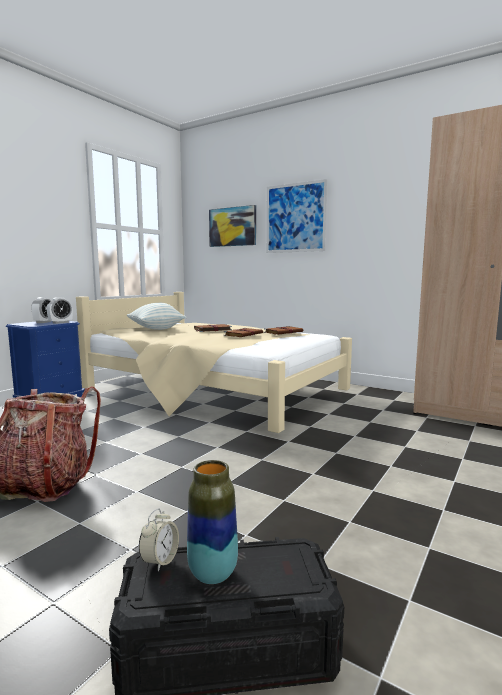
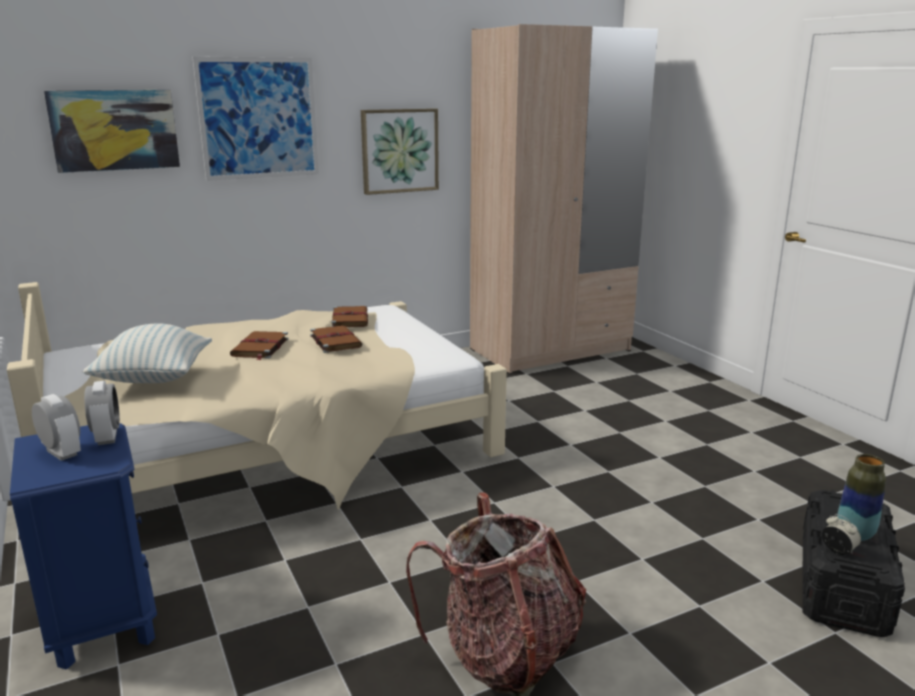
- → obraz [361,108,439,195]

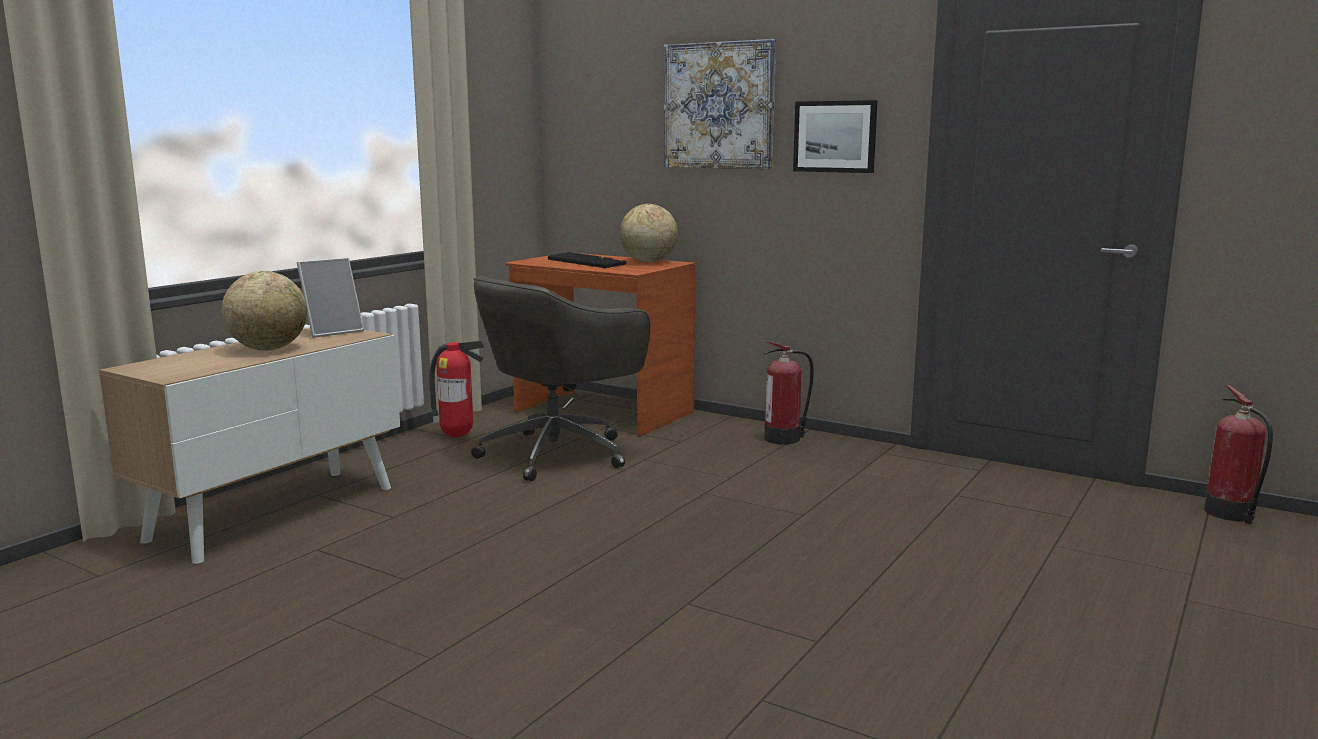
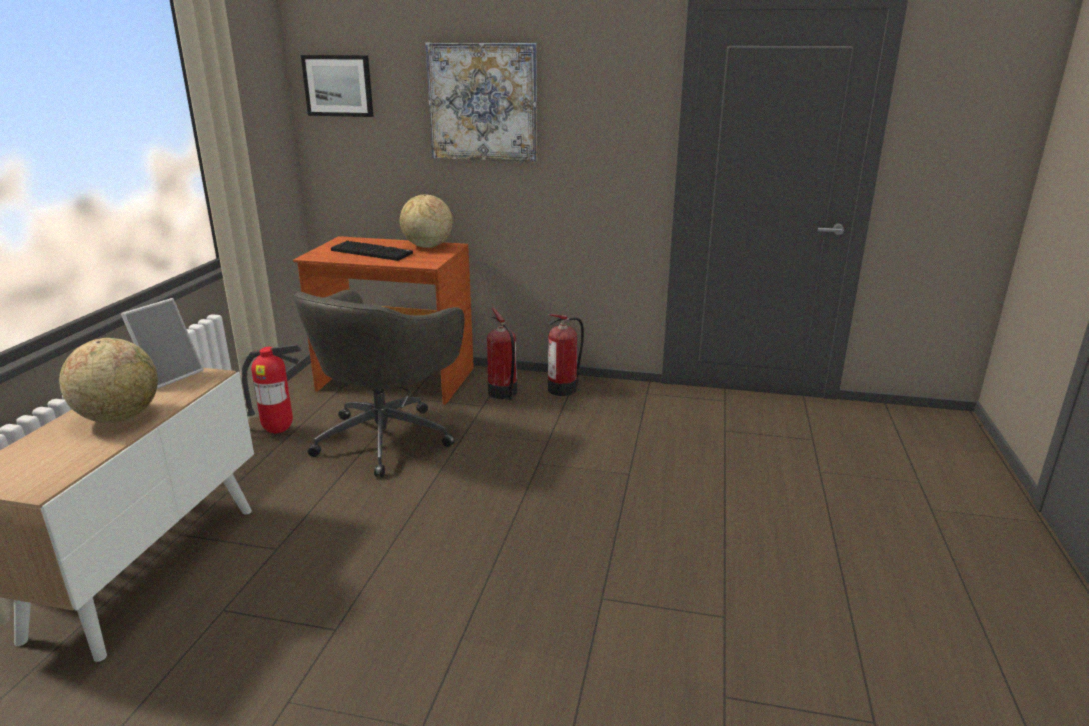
obraz [793,100,878,173] → obraz [301,55,374,117], shifted
gaśnica [1204,385,1273,524] → gaśnica [487,307,517,400], shifted

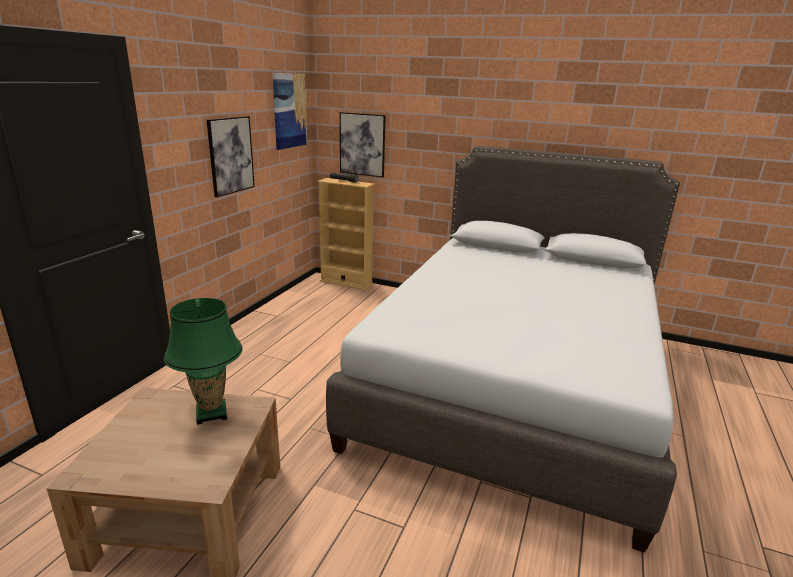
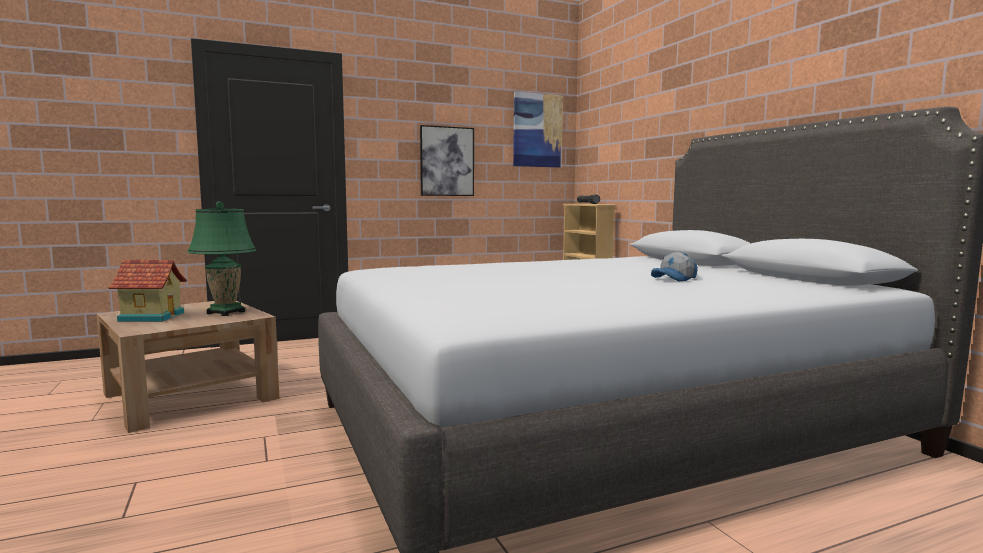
obraz [340,112,386,177] → -
- → domek [109,260,187,322]
- → czapka z daszkiem [651,252,698,281]

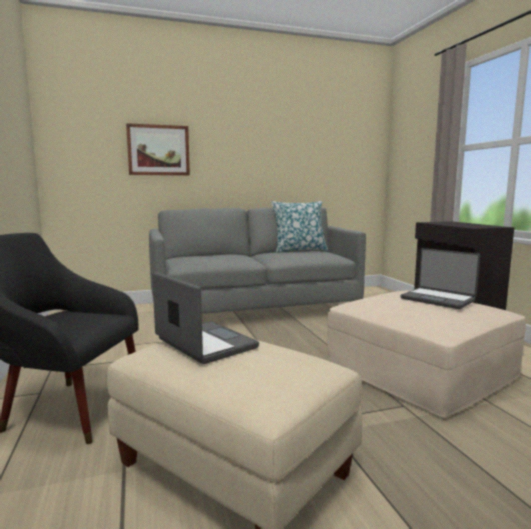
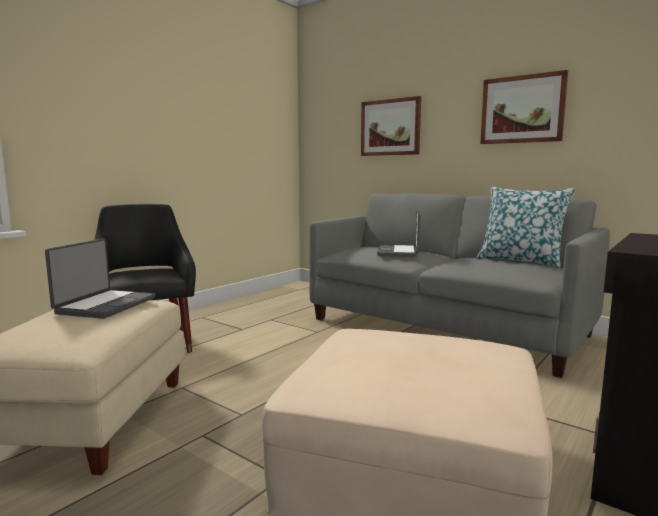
laptop [400,248,480,309] → laptop [377,210,421,257], shifted
- → obraz [480,70,568,144]

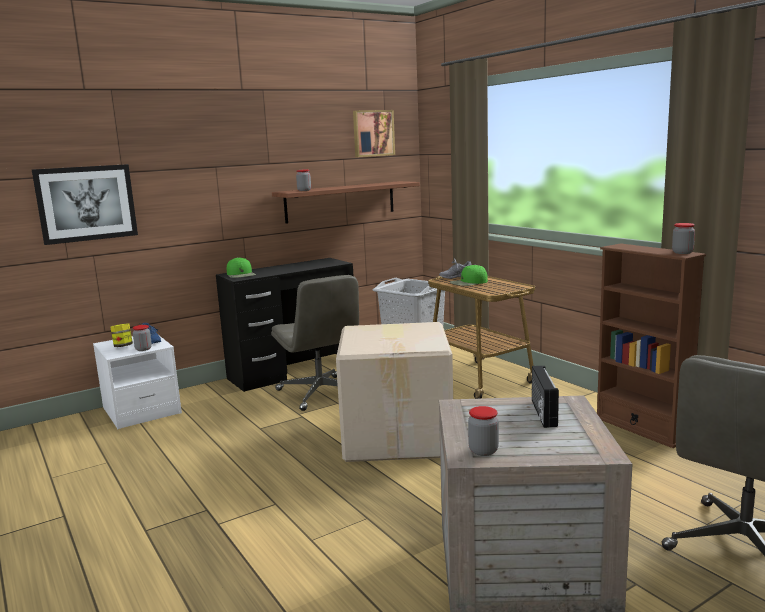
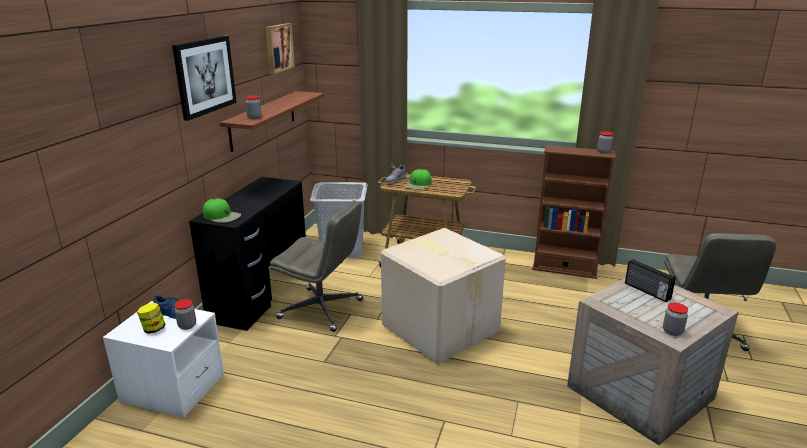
obraz [32,164,138,245] → obraz [172,36,237,121], shifted

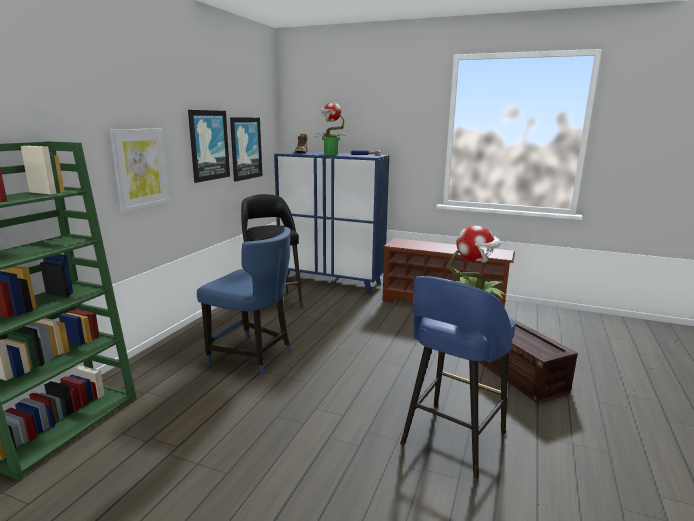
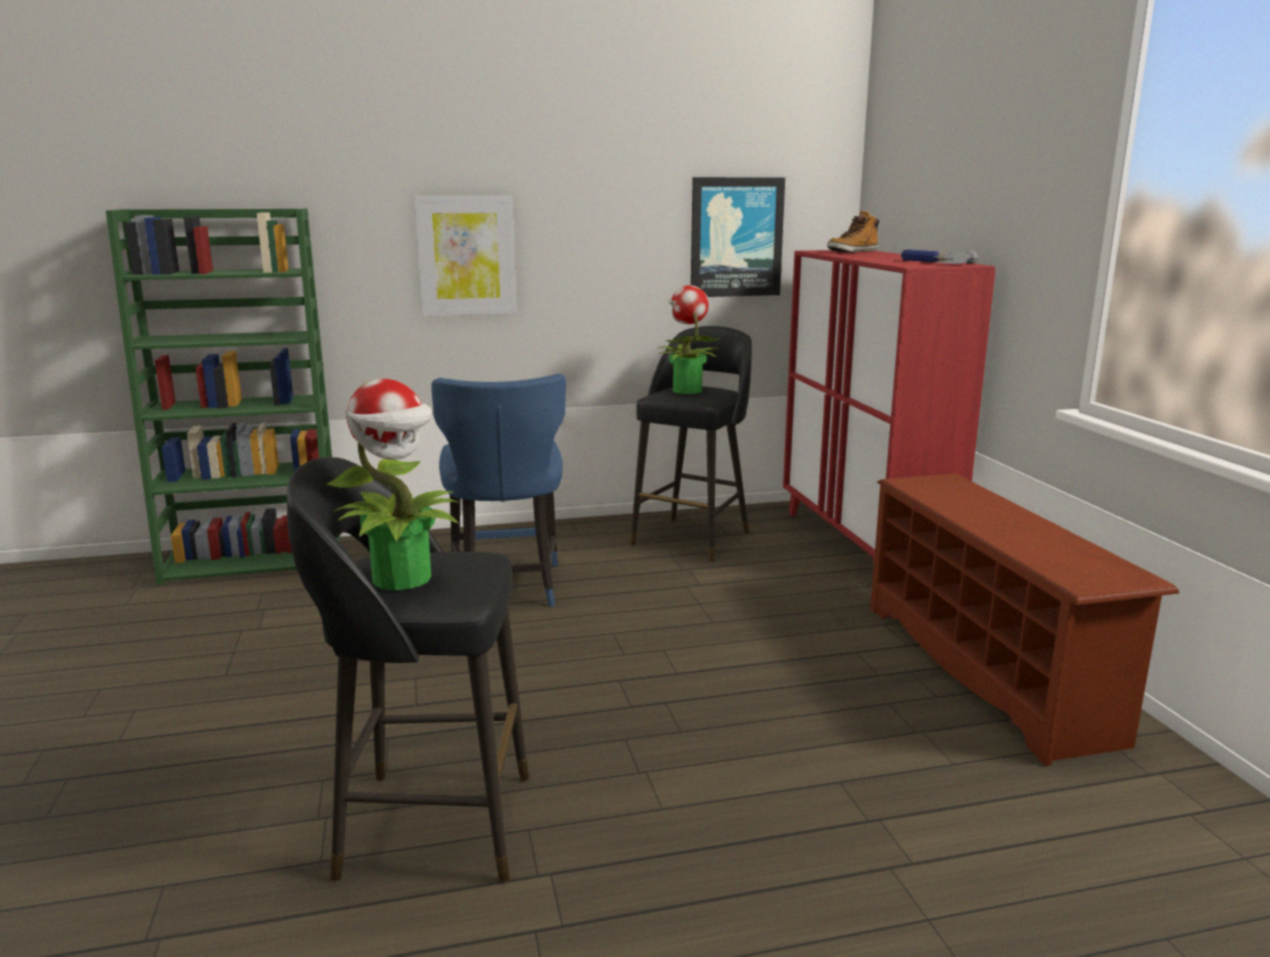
obraz [188,110,230,183] → -
szafka (niebieski) [274,151,389,294] → szafka (czerwony) [783,250,995,563]
roślina doniczkowa [314,102,344,155] → roślina doniczkowa [657,285,720,394], shifted
stołek (niebieski) [400,276,515,479] → stołek (czarny) [287,457,529,883]
skrzynka [478,318,578,403] → -

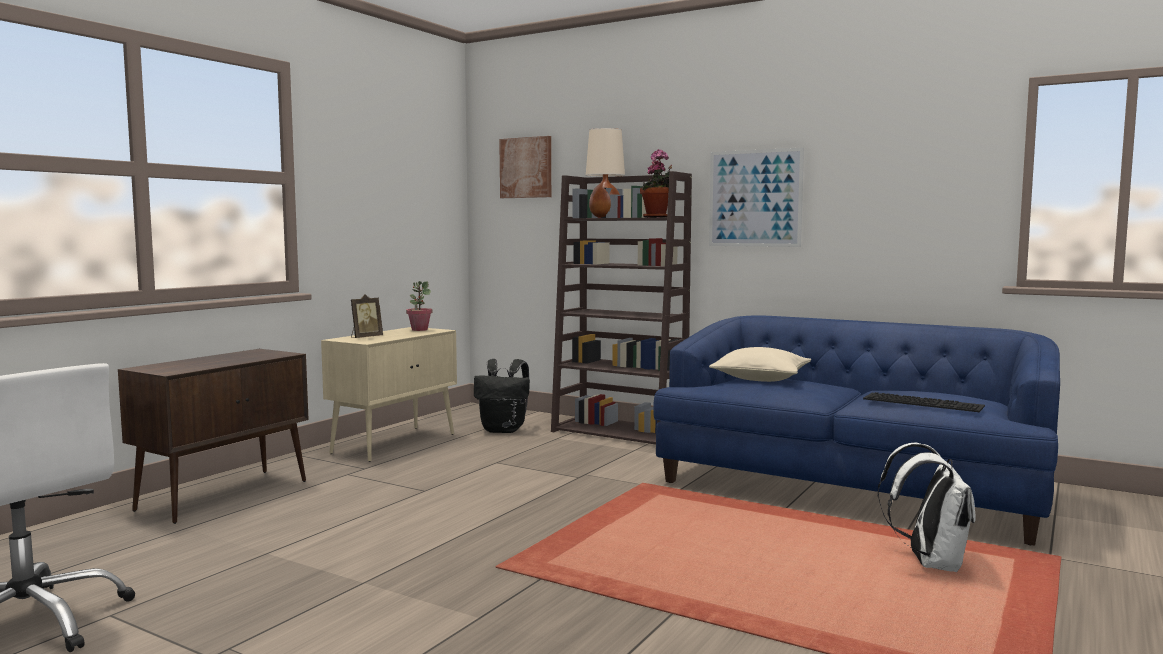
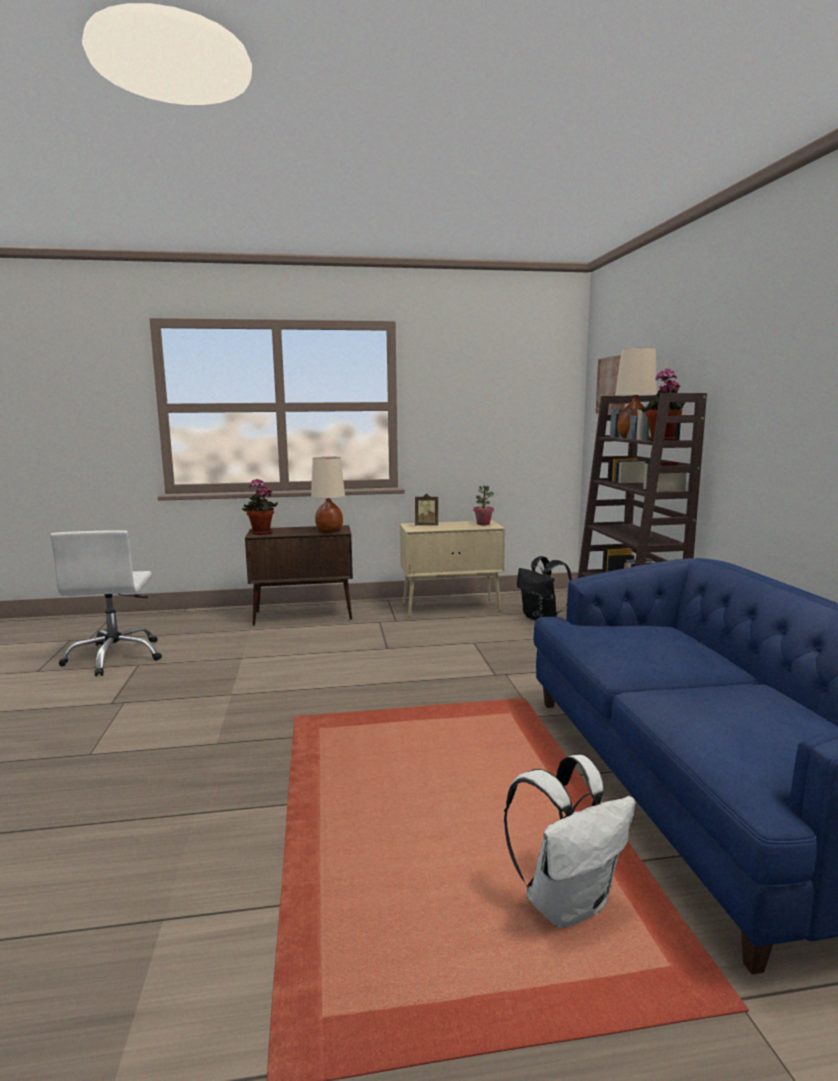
obraz [709,148,804,247] → -
poduszka (beżowy) [709,347,811,382] → -
klawiatura [863,392,985,412] → -
- → roślina doniczkowa [242,479,278,535]
- → lampa stołowa (beżowy) [311,457,345,533]

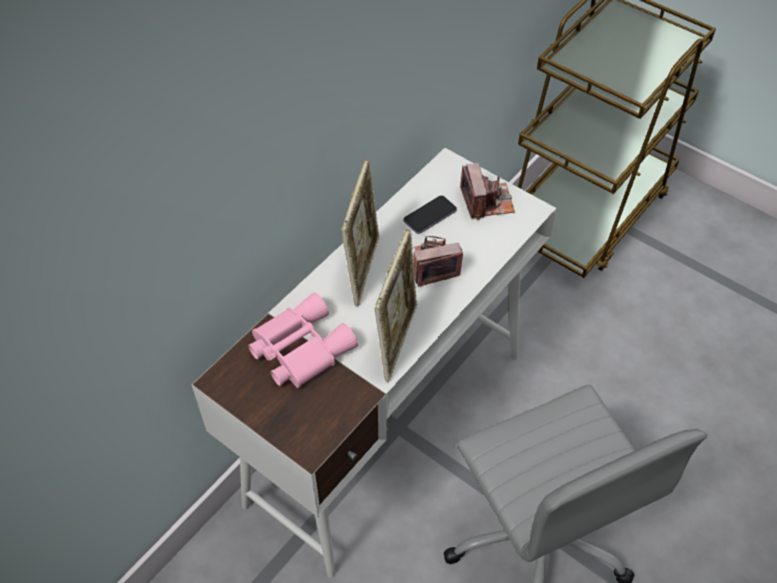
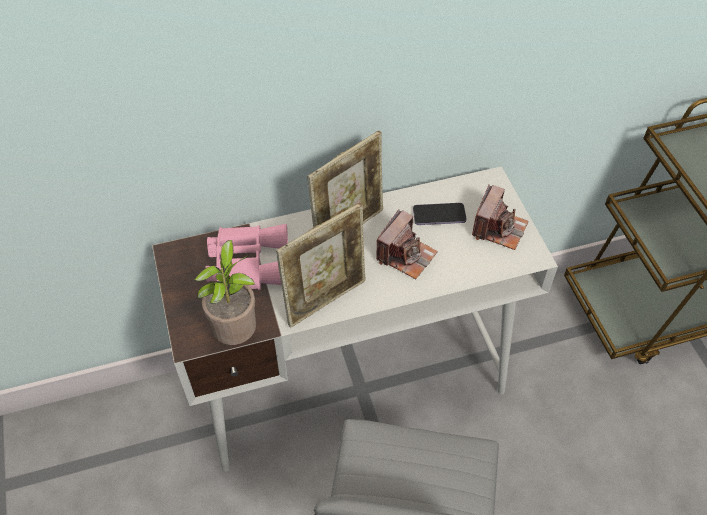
aparat fotograficzny [412,236,463,287] → aparat fotograficzny [376,209,438,279], 105 degrees clockwise
- → roślina doniczkowa [194,240,256,345]

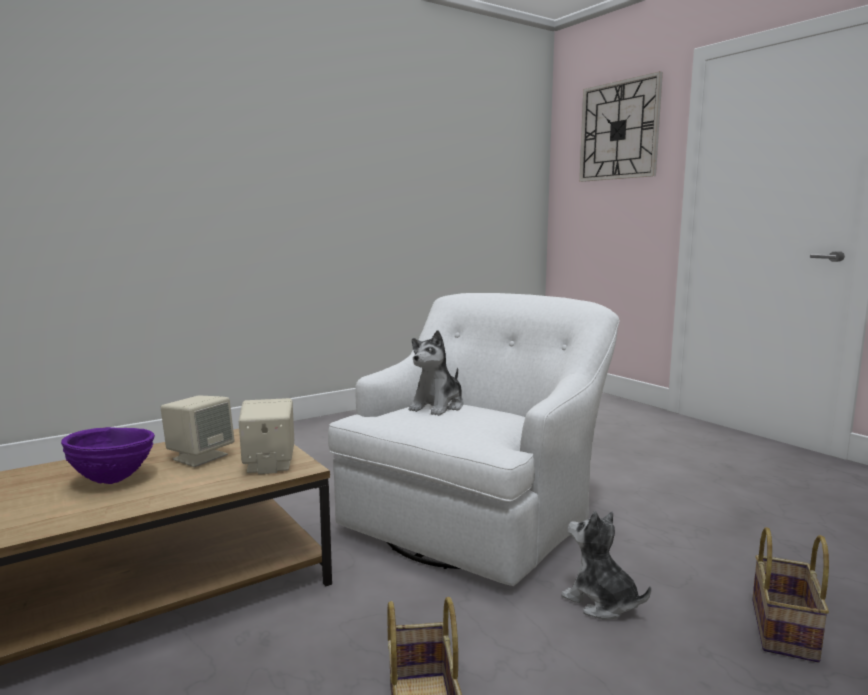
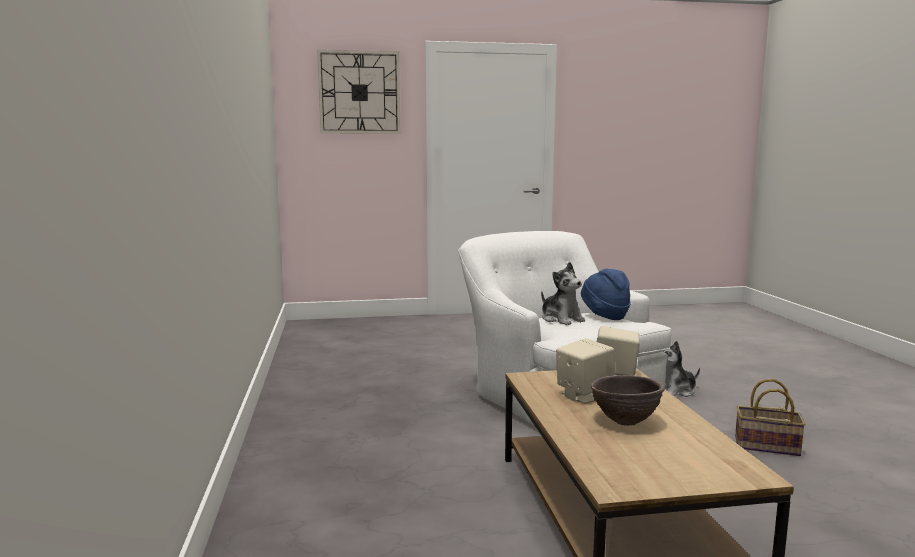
miska (fioletowy) [61,427,155,484] → miska (brązowy) [591,375,665,426]
koszyk [752,527,829,662] → -
- → kapelusz (niebieski) [581,268,631,320]

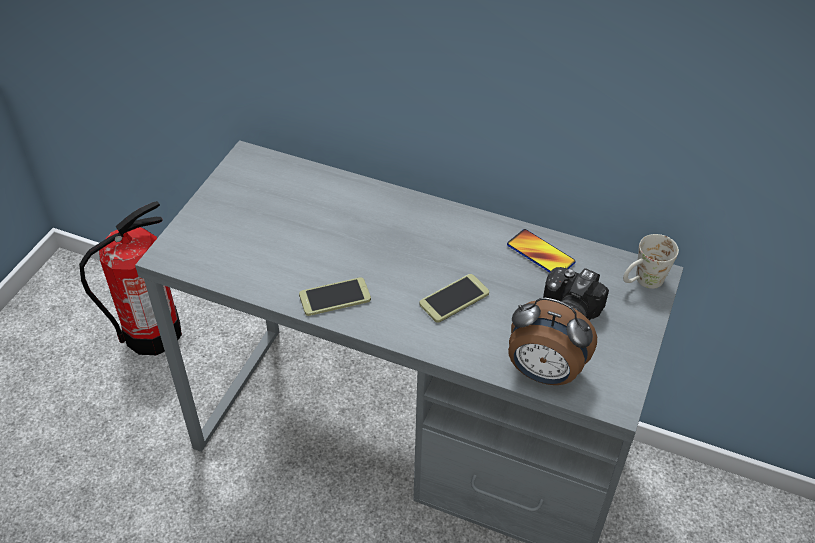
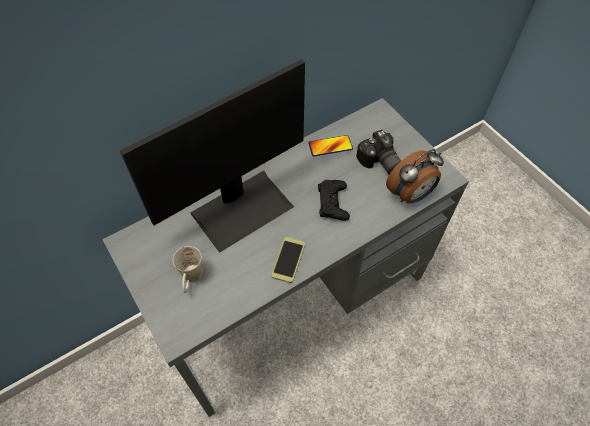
gaśnica [79,201,182,355] → -
telefon [419,274,489,323] → pad do gier (czarny) [318,180,350,221]
kubek (biały) [623,234,679,289] → kubek (biały) [173,246,203,293], shifted
- → monitor [120,59,305,253]

